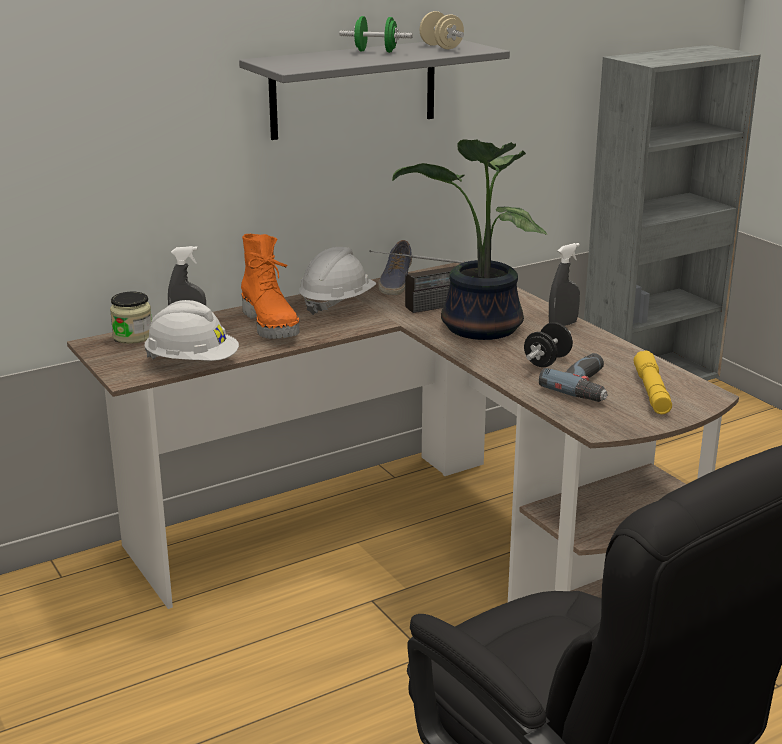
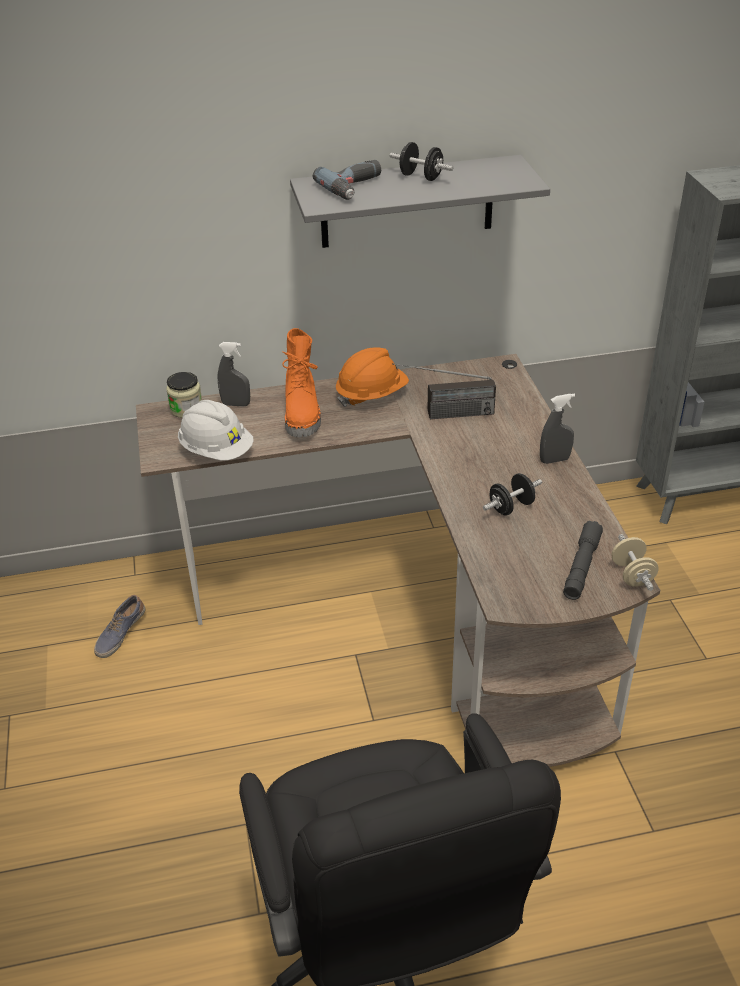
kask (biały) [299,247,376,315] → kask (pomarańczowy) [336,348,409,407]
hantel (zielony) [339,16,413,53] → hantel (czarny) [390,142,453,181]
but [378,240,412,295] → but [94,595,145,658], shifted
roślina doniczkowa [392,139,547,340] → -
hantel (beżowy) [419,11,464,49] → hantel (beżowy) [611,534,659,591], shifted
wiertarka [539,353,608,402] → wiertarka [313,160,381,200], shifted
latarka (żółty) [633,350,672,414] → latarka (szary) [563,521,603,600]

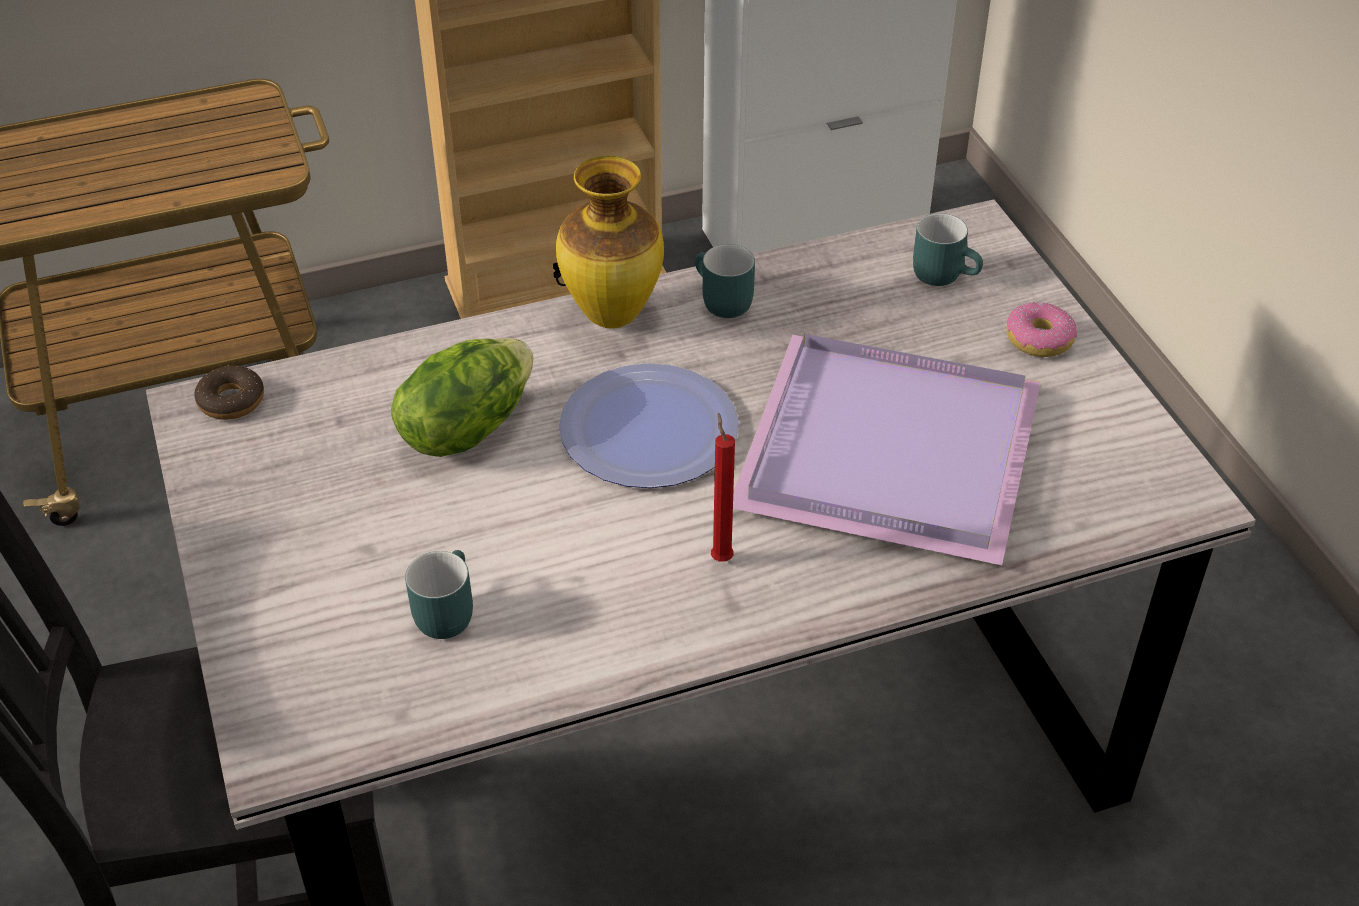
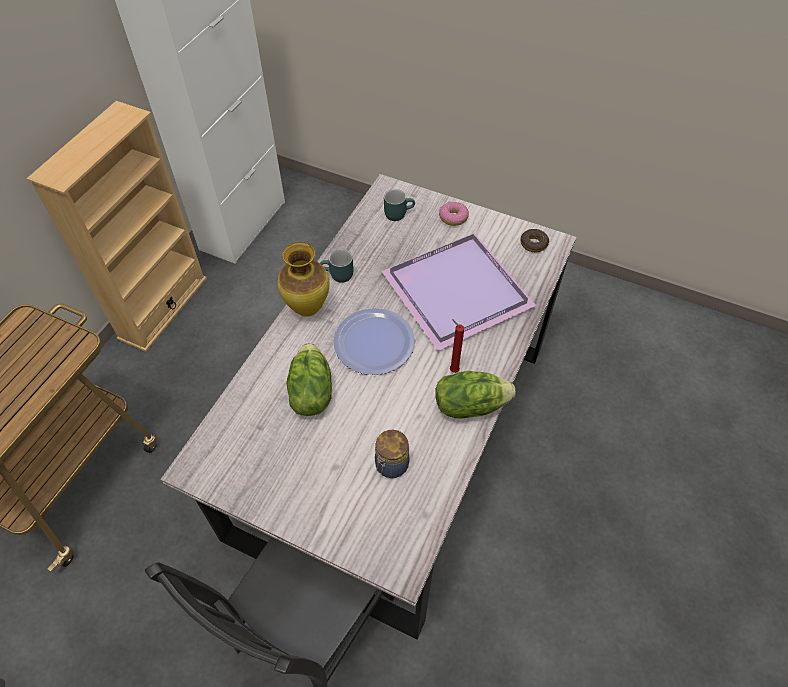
donut [194,365,264,420] → donut [520,229,549,252], shifted
kubek (turkusowy) [405,550,473,639] → słoik [375,430,410,478]
- → sałata [435,371,516,418]

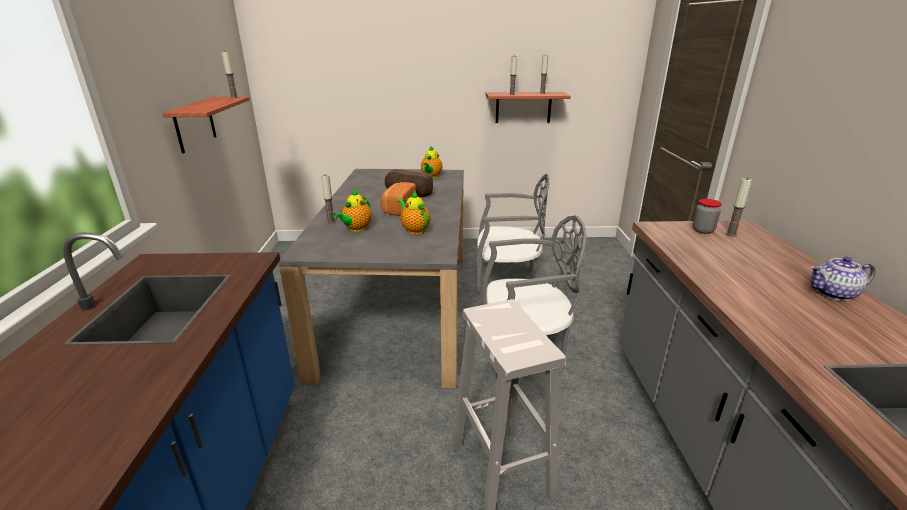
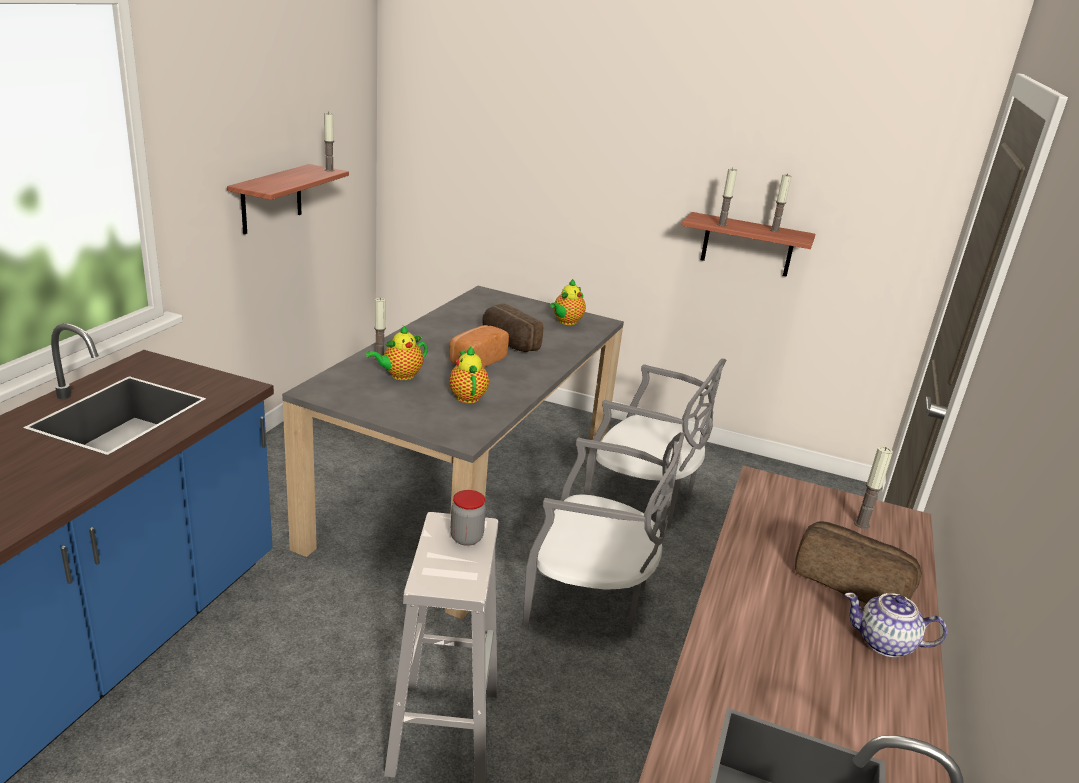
słoik [692,199,722,234] → słoik [450,490,486,546], shifted
- → chleb [795,521,921,603]

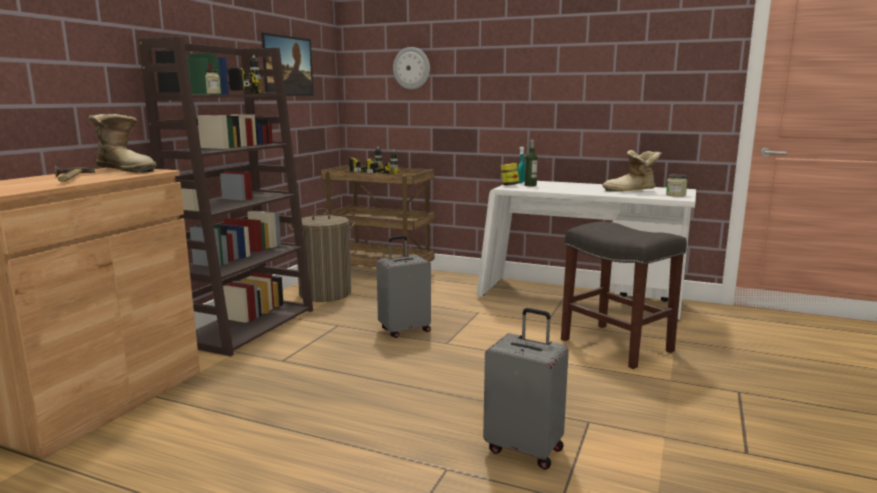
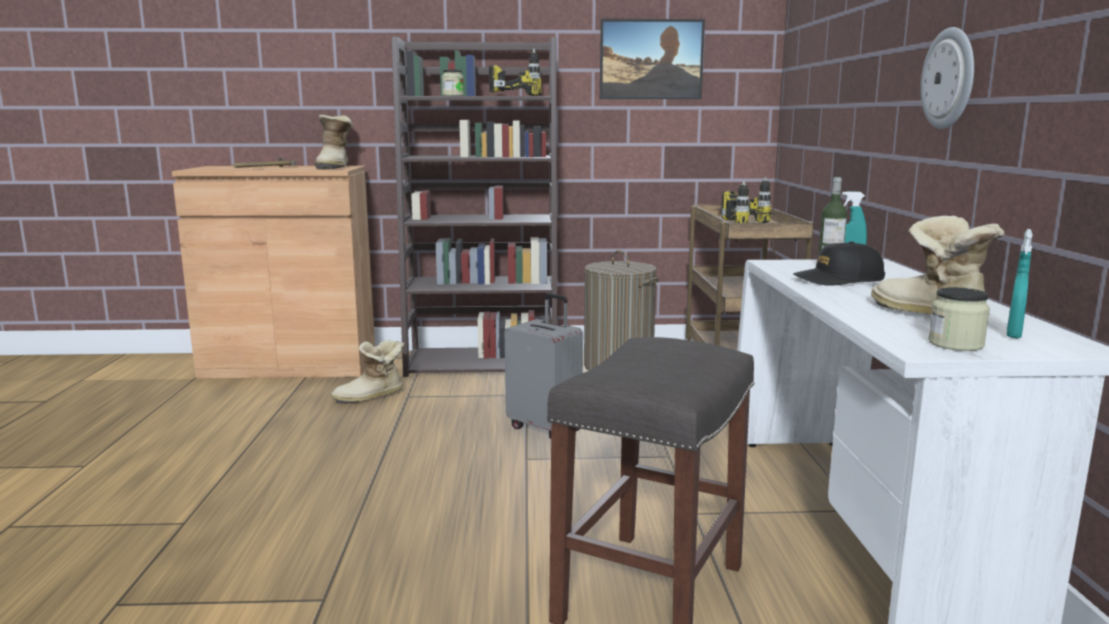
zegar ścienny [393,47,430,89] → zegar ścienny [921,27,974,129], shifted
walizka (szary) [483,308,569,470] → -
słoik [501,163,519,186] → -
- → but z cholewką [331,340,404,404]
- → czapka z daszkiem (czarny) [793,241,885,286]
- → spryskiwacz (turkusowy) [1007,229,1033,338]

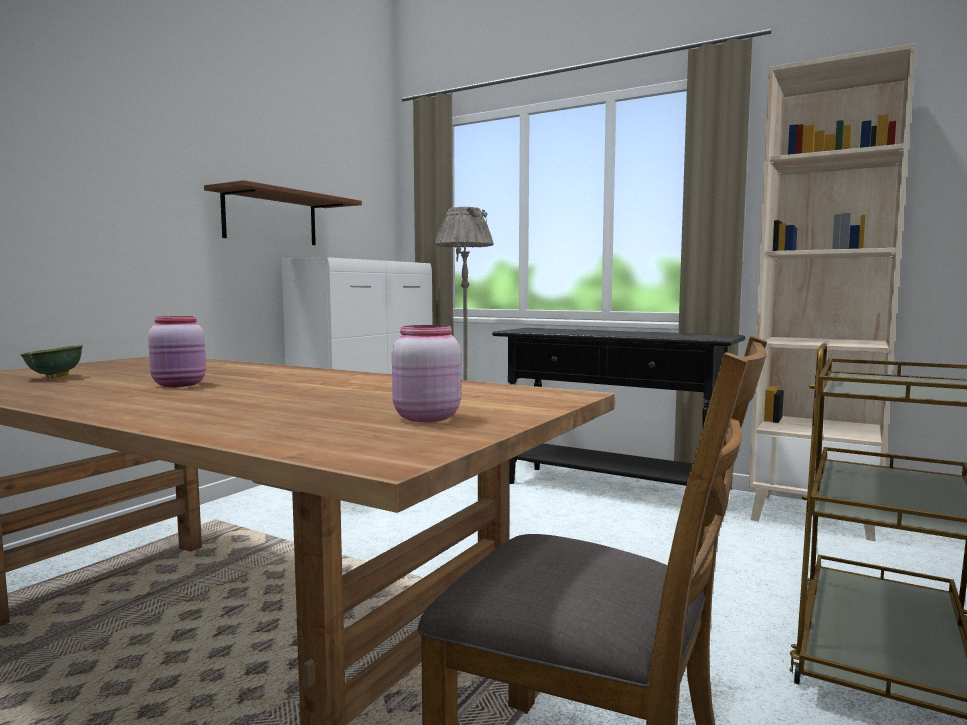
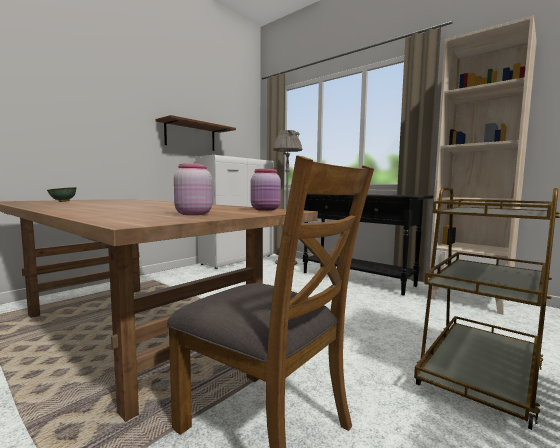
słoik (różowy) [148,316,206,387] → słoik (różowy) [251,169,281,211], shifted

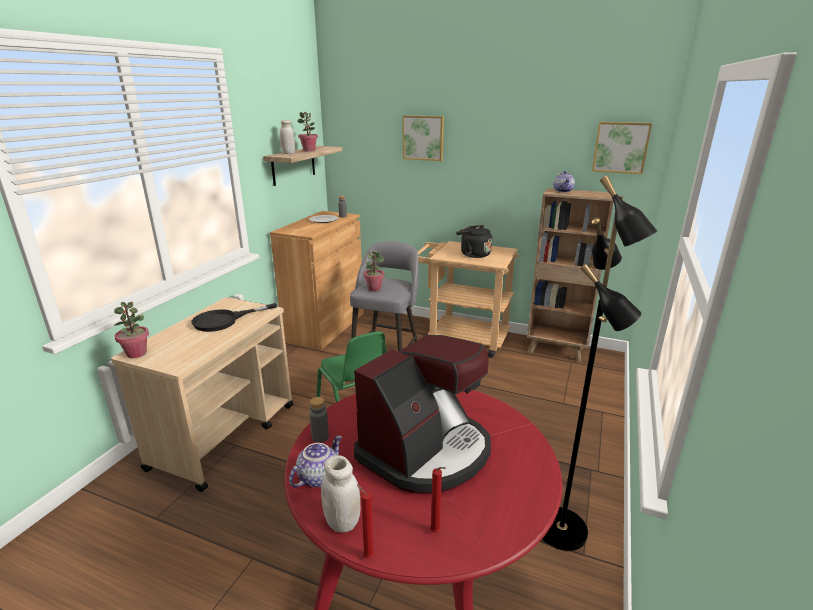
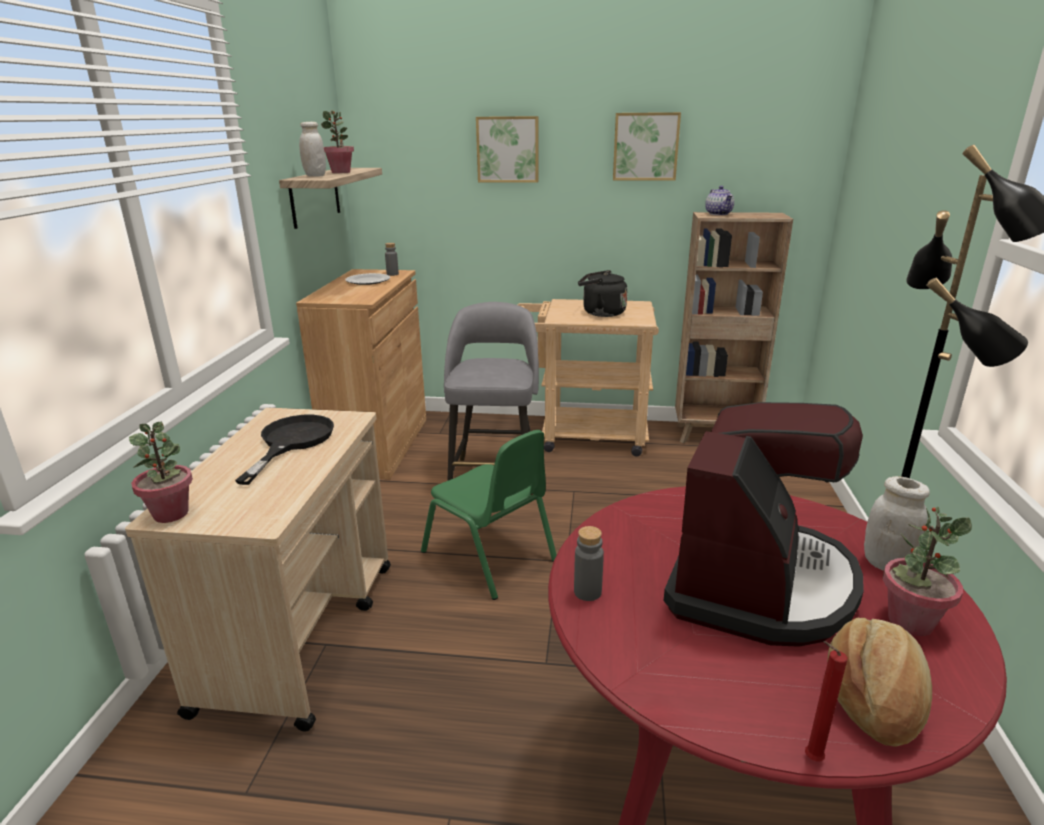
patelnia (czarny) [191,303,277,332] → patelnia (czarny) [235,415,334,485], 150 degrees clockwise
imbryk [289,435,342,488] → -
słoik (biały) [321,455,360,533] → słoik (biały) [864,476,930,571], shifted
roślina doniczkowa [364,250,384,291] → roślina doniczkowa [883,507,972,636], shifted
świeca (czerwony) [430,467,446,533] → chleb [828,618,932,747]
obraz [592,122,652,174] → obraz [613,112,681,181], shifted

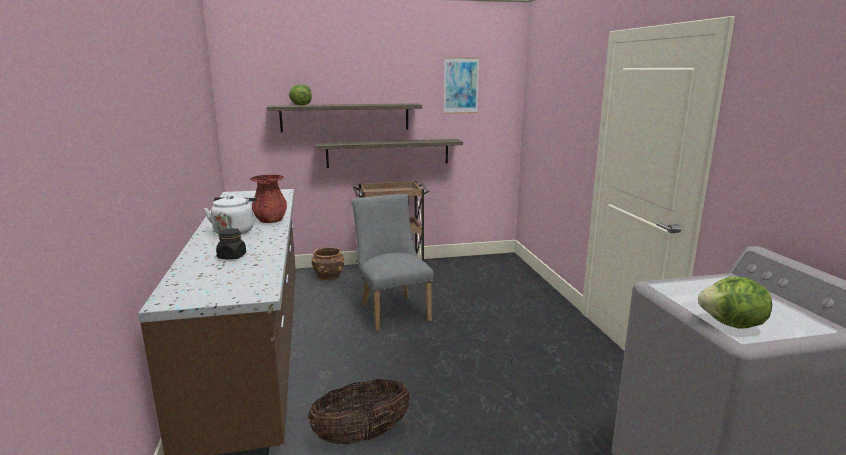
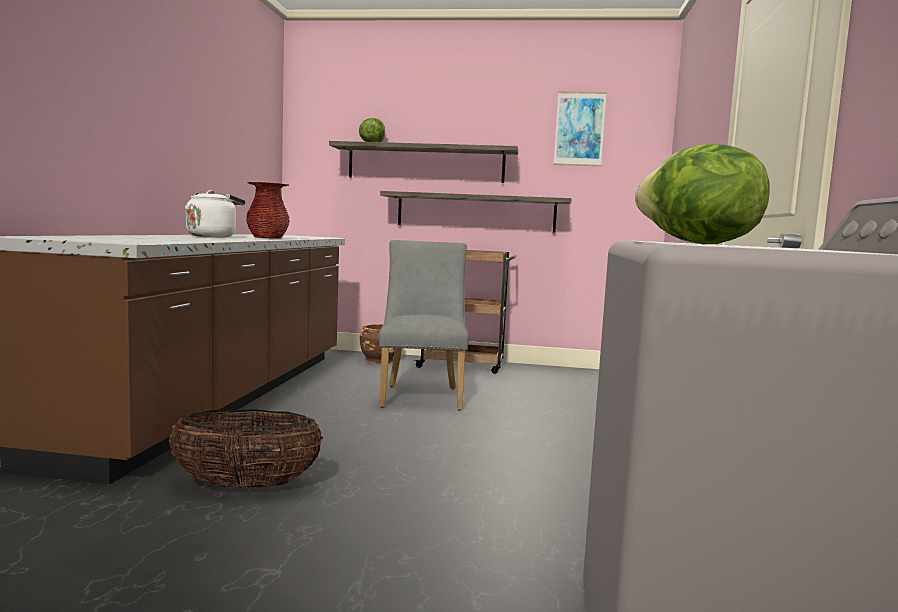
słoik (czarny) [216,228,246,260] → -

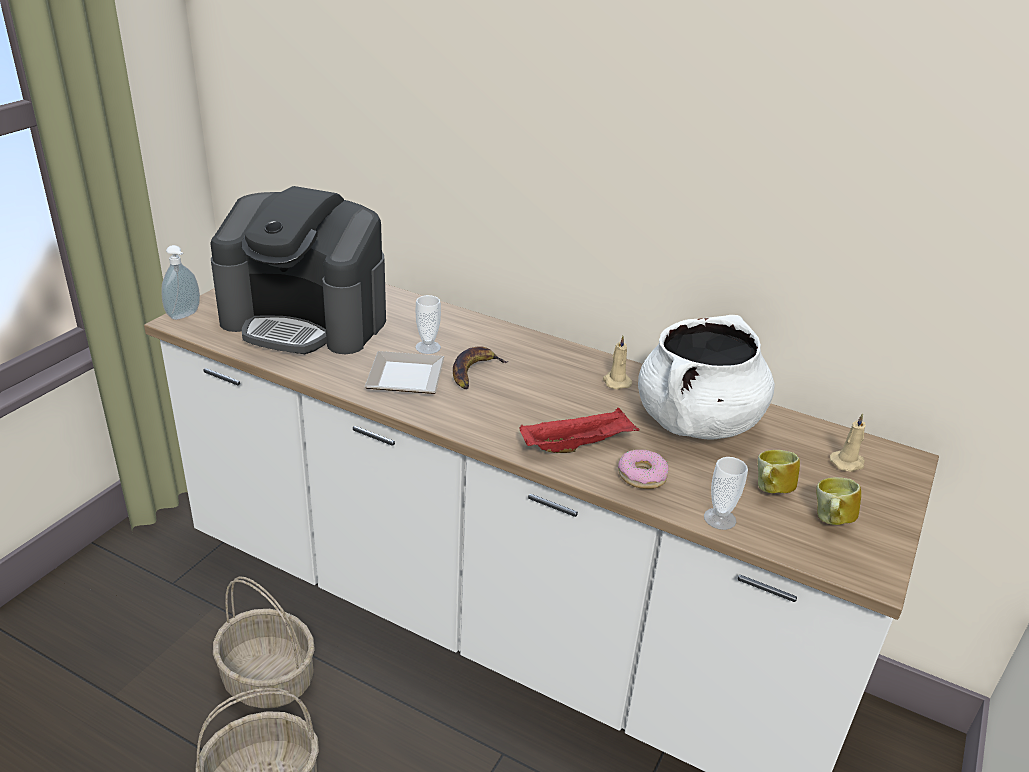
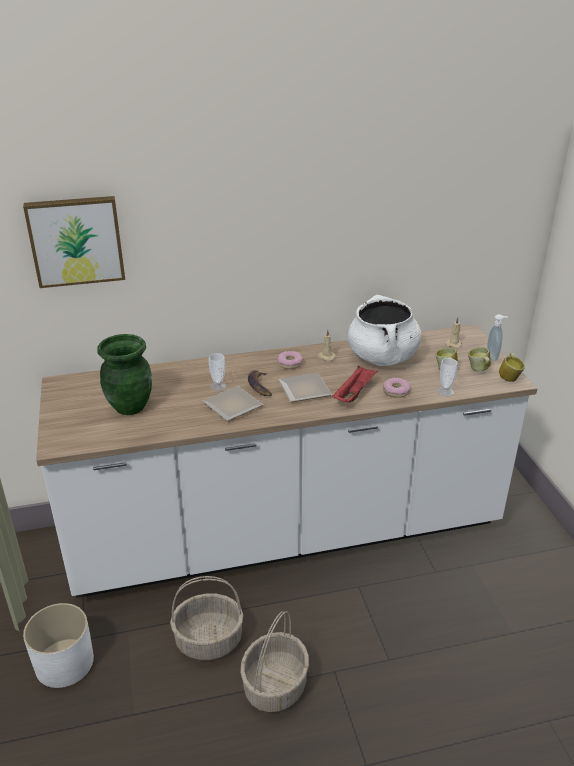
dozownik mydła [161,245,200,320] → dozownik mydła [487,314,508,361], shifted
ekspres do kawy [210,186,386,354] → wazon (zielony) [97,334,152,415]
- → obraz [23,196,125,288]
- → donica (biały) [23,603,94,688]
- → donut [277,351,303,369]
- → talerz [278,373,332,402]
- → kubek [499,353,525,382]

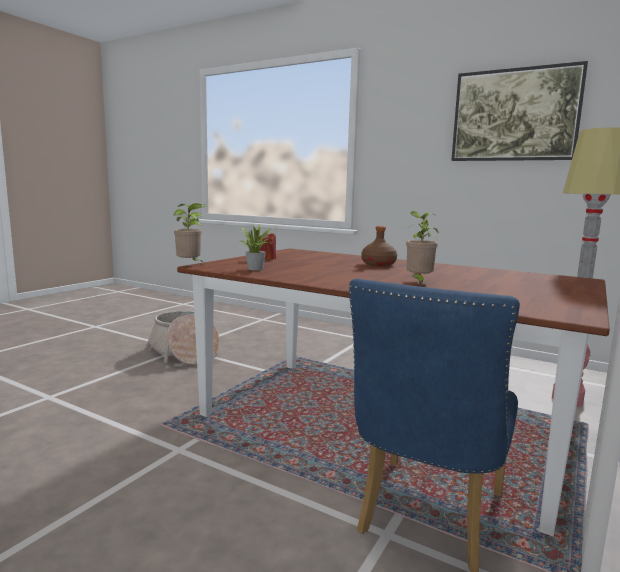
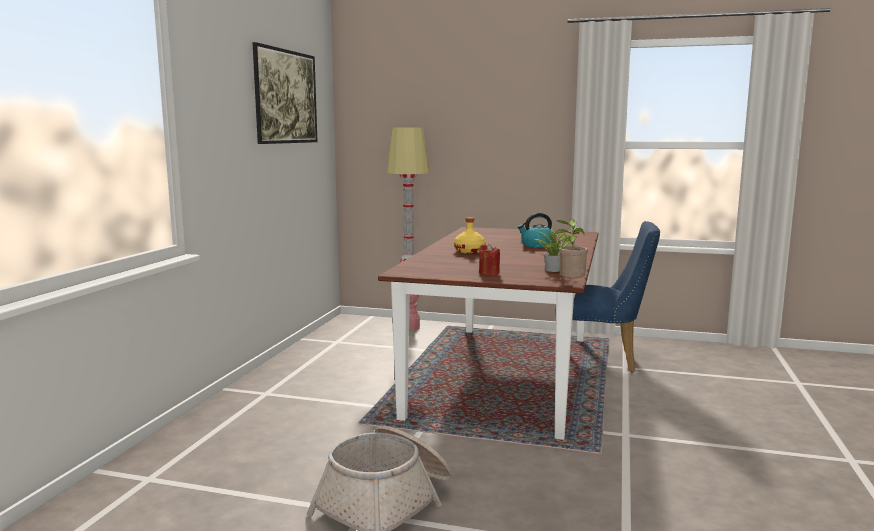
butelka (brązowy) [361,226,397,267] → butelka (żółty) [454,217,486,254]
roślina doniczkowa [406,211,439,285] → czajnik [518,213,552,248]

